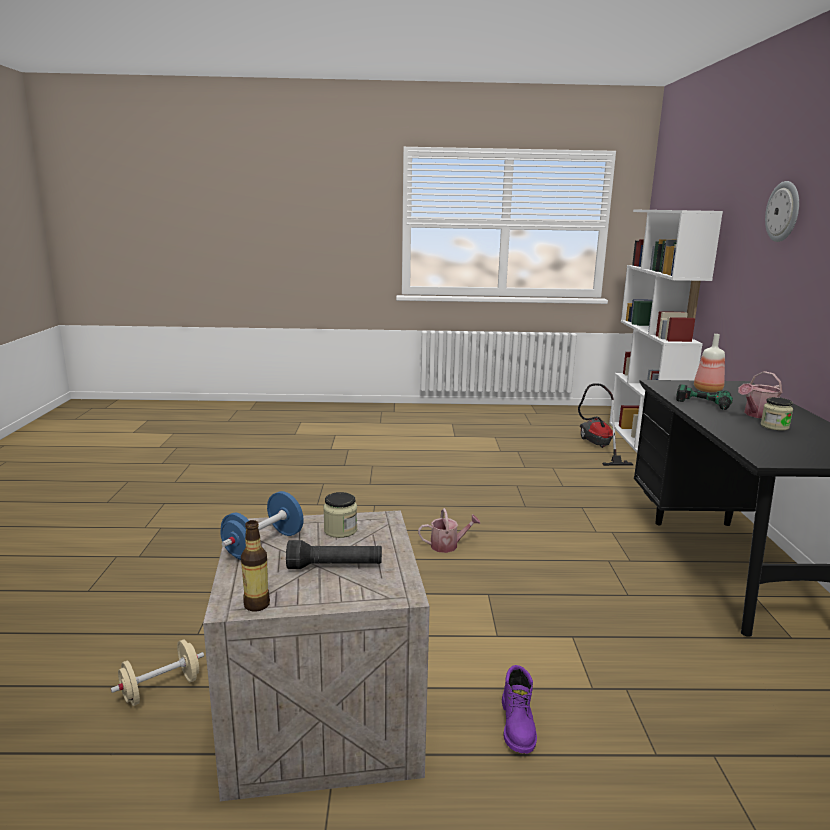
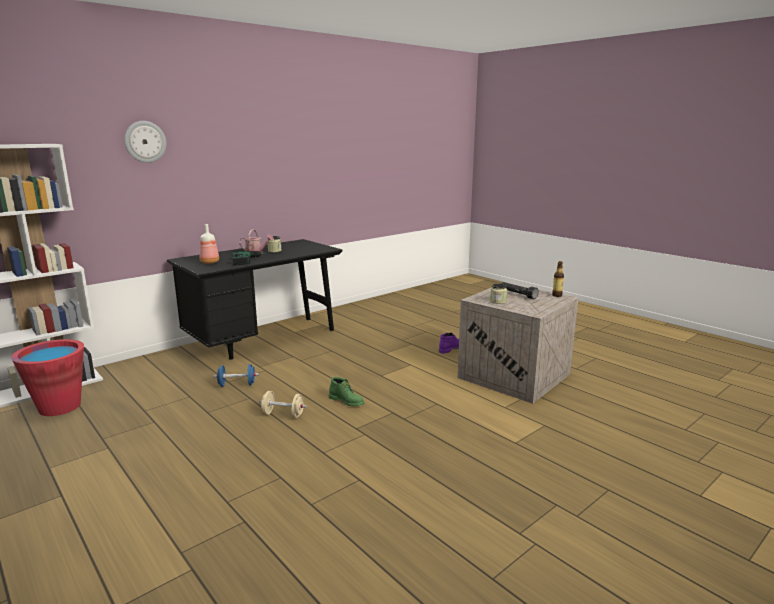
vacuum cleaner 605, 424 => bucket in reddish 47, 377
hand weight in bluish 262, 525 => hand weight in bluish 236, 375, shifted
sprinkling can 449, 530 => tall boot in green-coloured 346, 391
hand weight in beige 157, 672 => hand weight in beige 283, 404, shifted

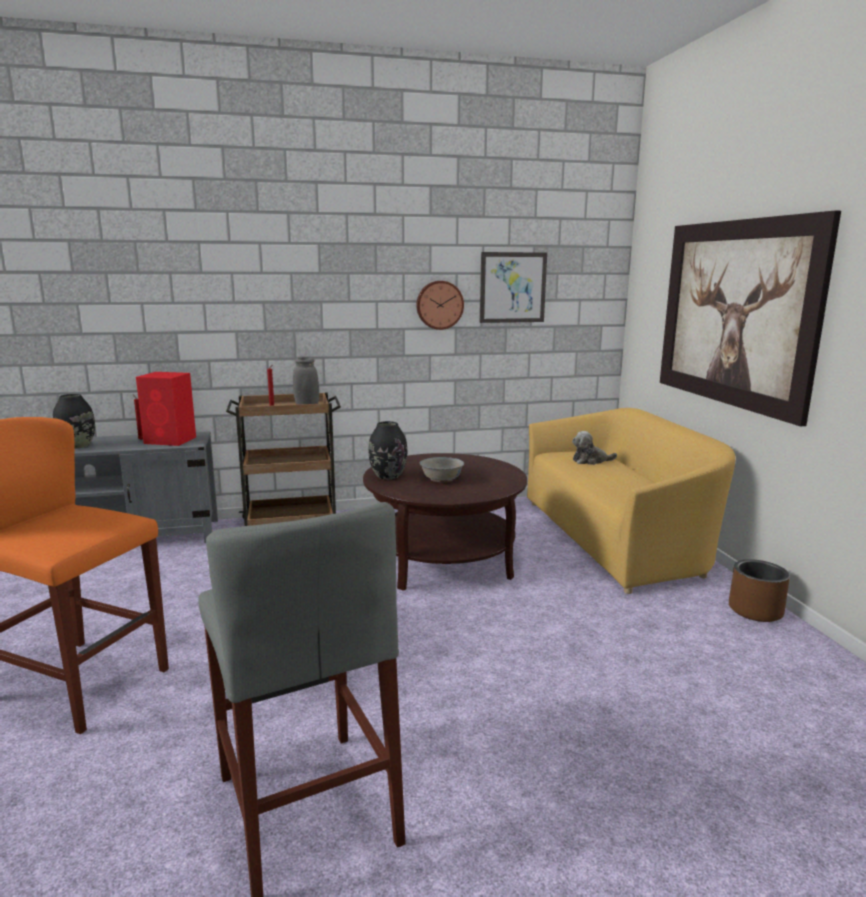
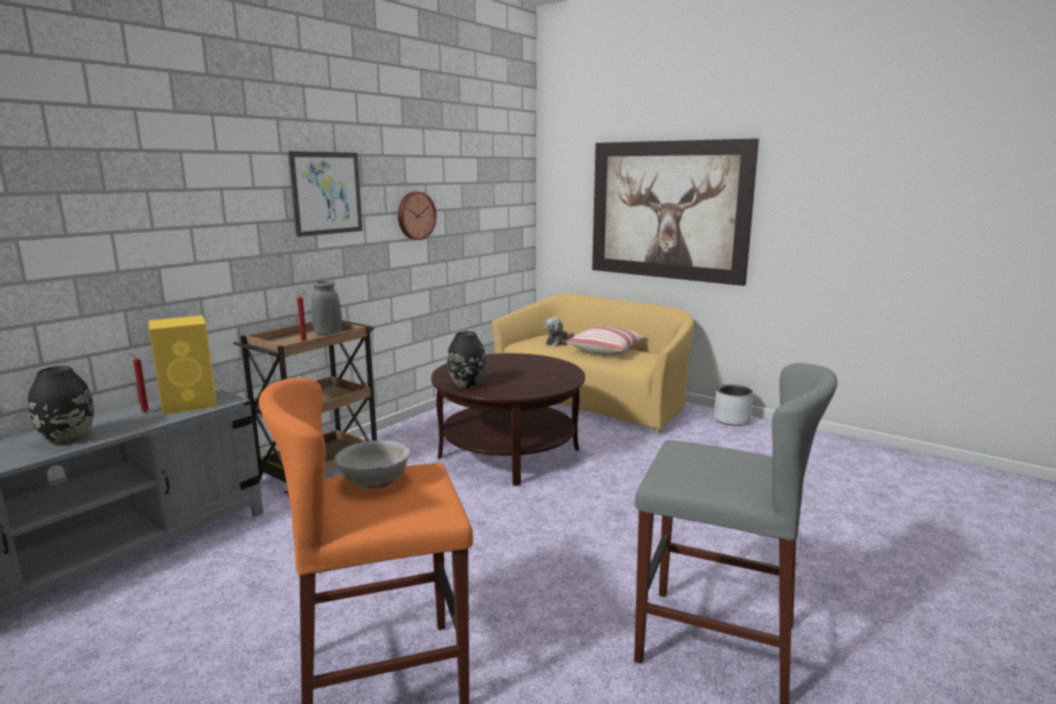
picture 513, 287 => picture 325, 194, shifted
audio speaker in reddish 166, 409 => audio speaker in yellow-coloured 182, 365
serving bowl in white-coloured 441, 470 => serving bowl in white-coloured 373, 464, shifted
flower pot in brown 759, 590 => flower pot in gray 733, 405
nothing => throw pillow 606, 340

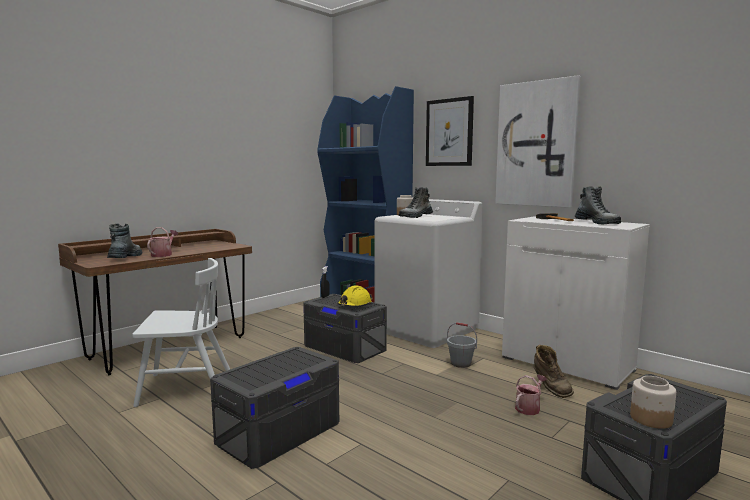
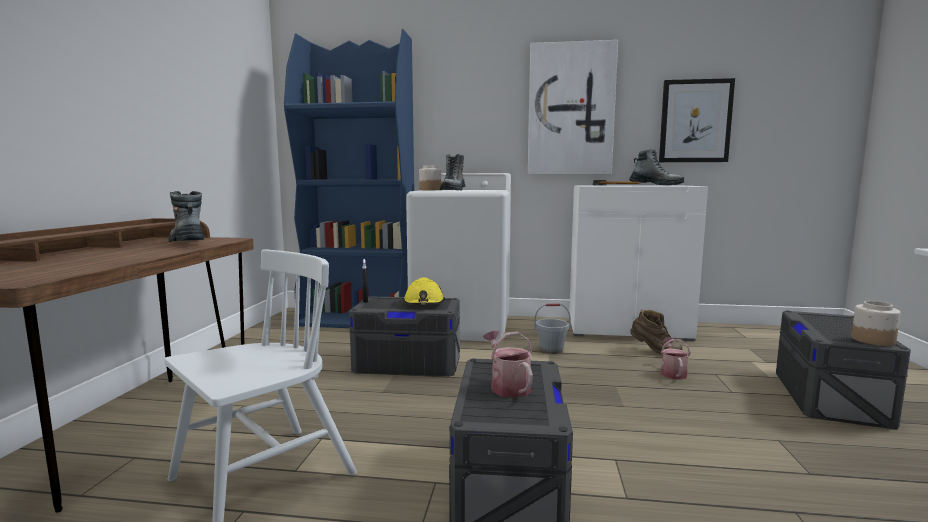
picture 450, 131 => picture 697, 120, shifted
tall boot 124, 240 => tall boot 186, 217, shifted
sprinkling can 162, 242 => sprinkling can 508, 364, shifted

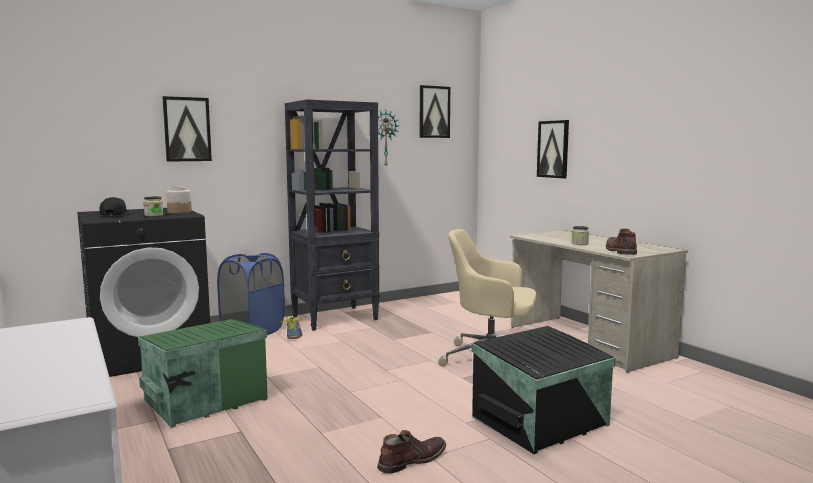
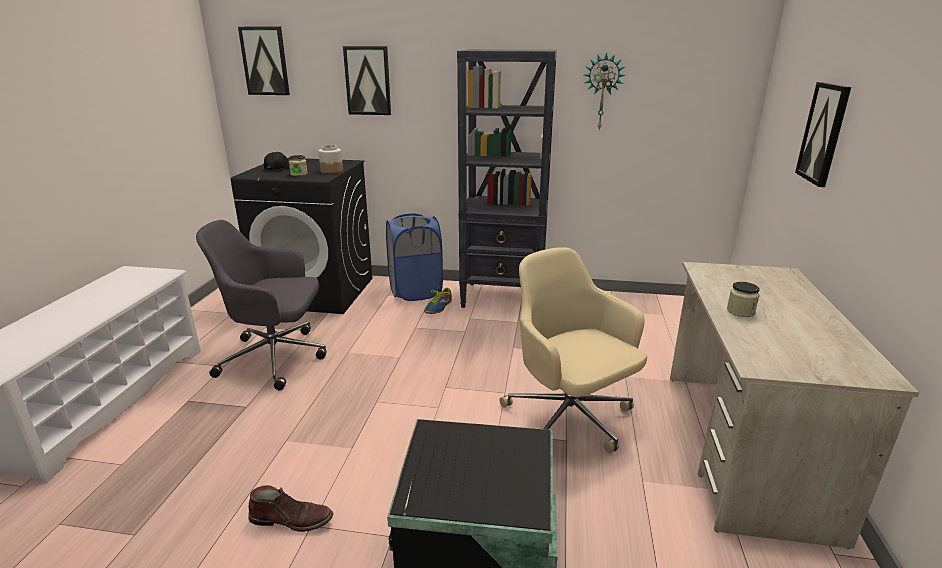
picture 435, 111 => picture 264, 61, shifted
tall boot in brown 621, 242 => nothing
storage container in green-coloured 203, 373 => computer chair in gray 261, 305

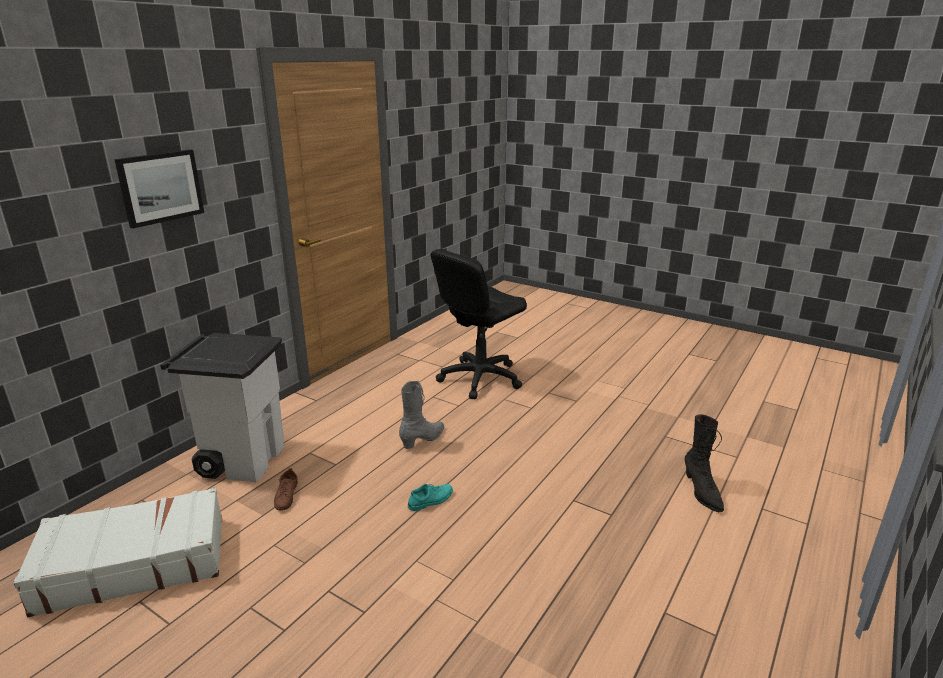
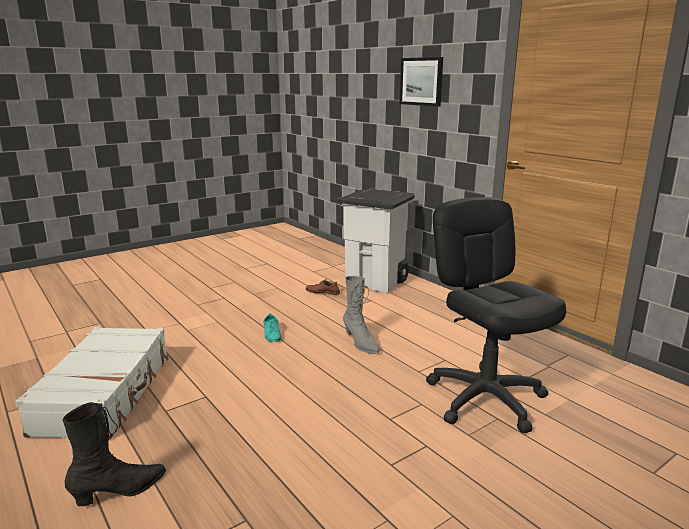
tall boot in black 704, 463 => tall boot in black 114, 454, 135 degrees clockwise
suitcase in white-coloured 117, 552 => suitcase in white-coloured 92, 383, shifted

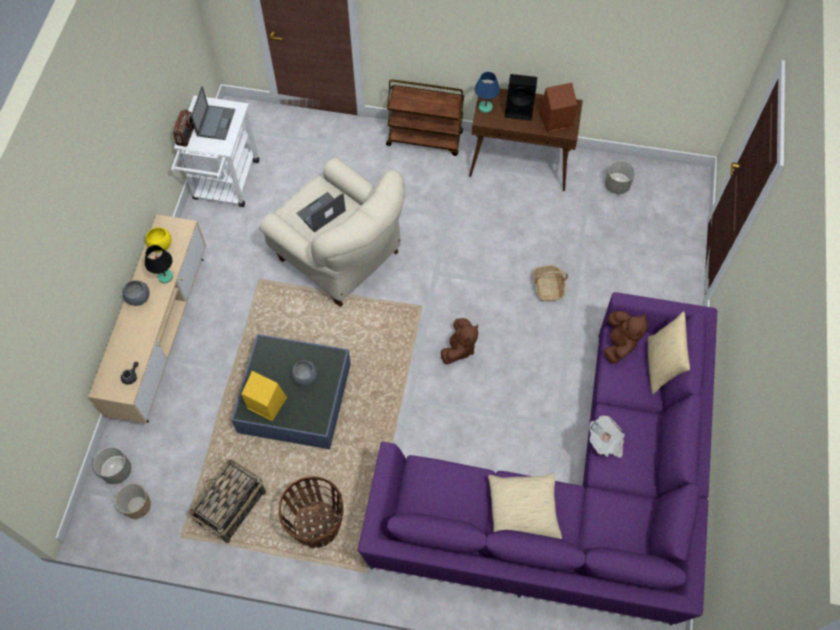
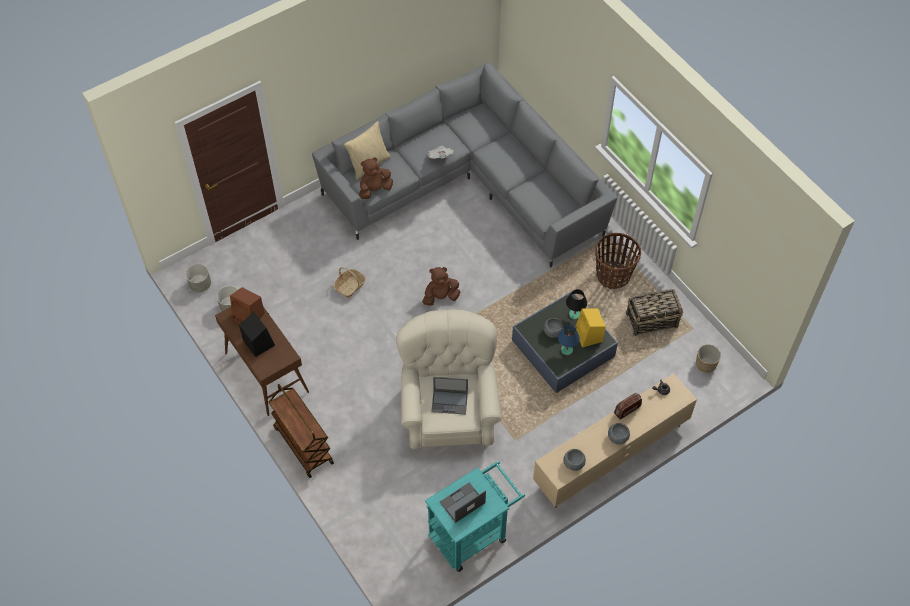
tabletop lamp in bluish 487, 92 => tabletop lamp in bluish 569, 340, shifted
trolley in white-coloured 215, 151 => trolley in turquoise-coloured 475, 516
radio set 183, 128 => radio set 628, 406, shifted
serving bowl in yellow-coloured 158, 239 => serving bowl in gray 574, 460
tabletop lamp in black 159, 264 => tabletop lamp in black 576, 304, shifted
settee in purple 537, 458 => settee in gray 464, 165
flower pot in gray 112, 465 => flower pot in gray 198, 278, shifted
throw pillow in beige 525, 506 => nothing

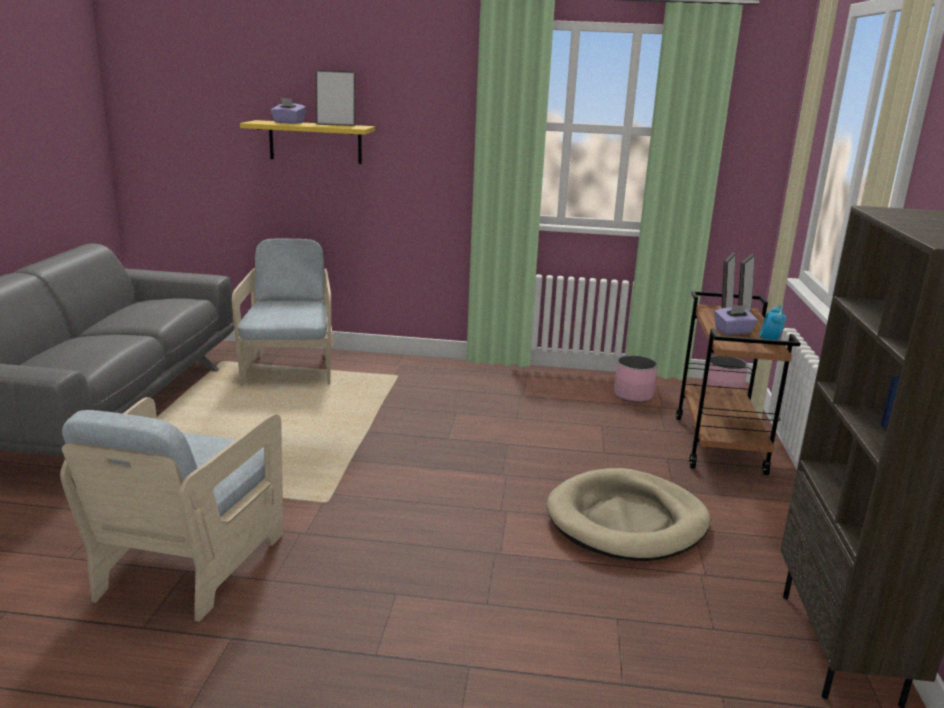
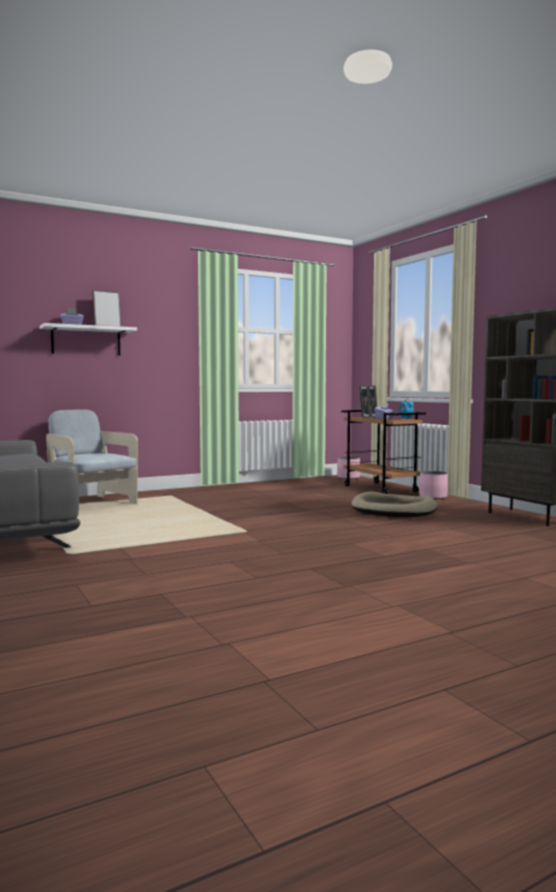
wall shelf in yellow-coloured 307, 142 => wall shelf in white-coloured 88, 339
flower pot in pink 635, 379 => flower pot in pink 433, 485, shifted
lounge chair in beige 171, 509 => nothing

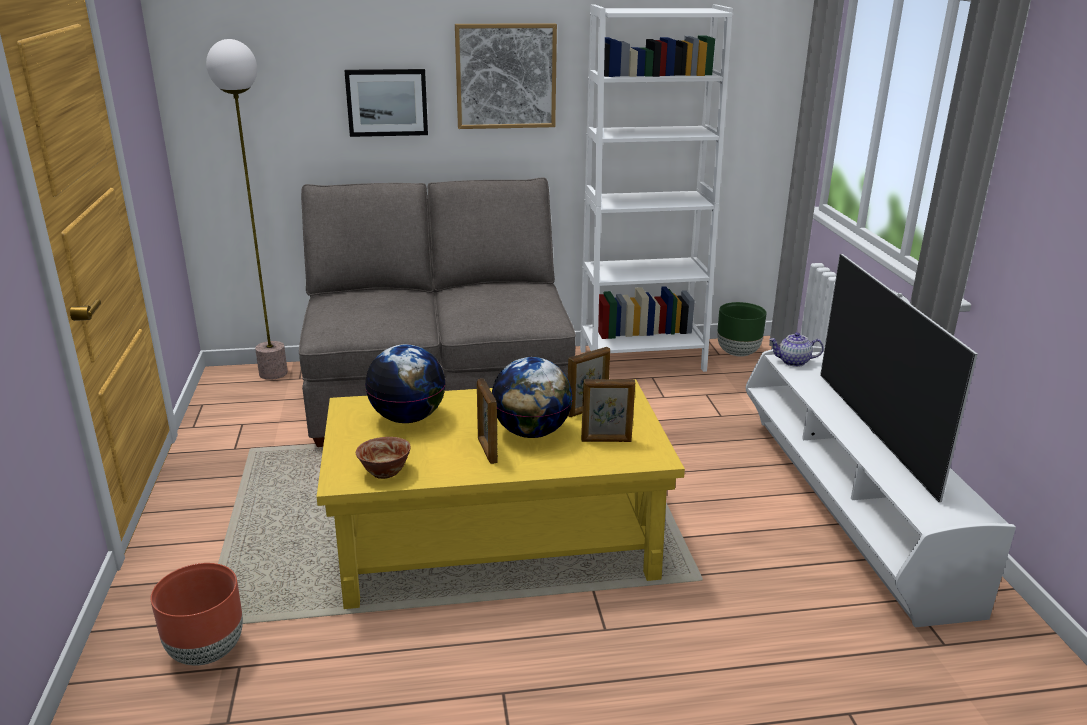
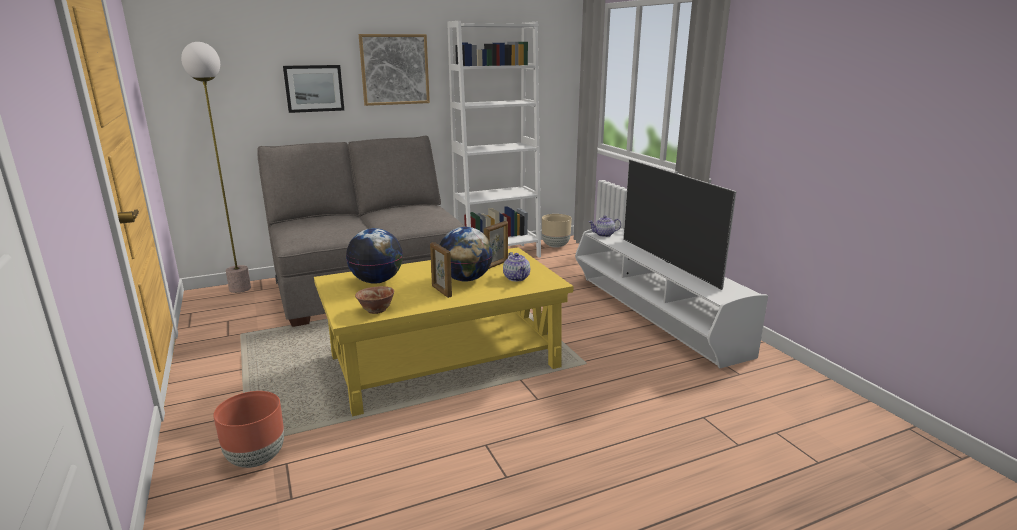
flower pot in green-coloured 742, 329 => flower pot in beige 557, 231
photo frame 608, 410 => pot for tea 516, 267

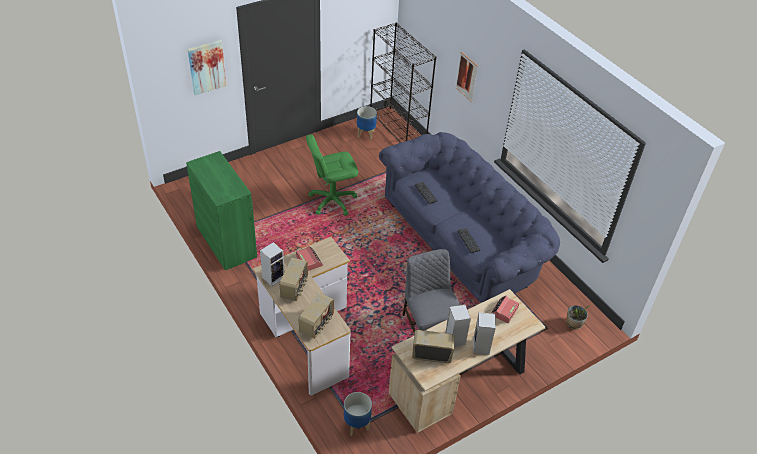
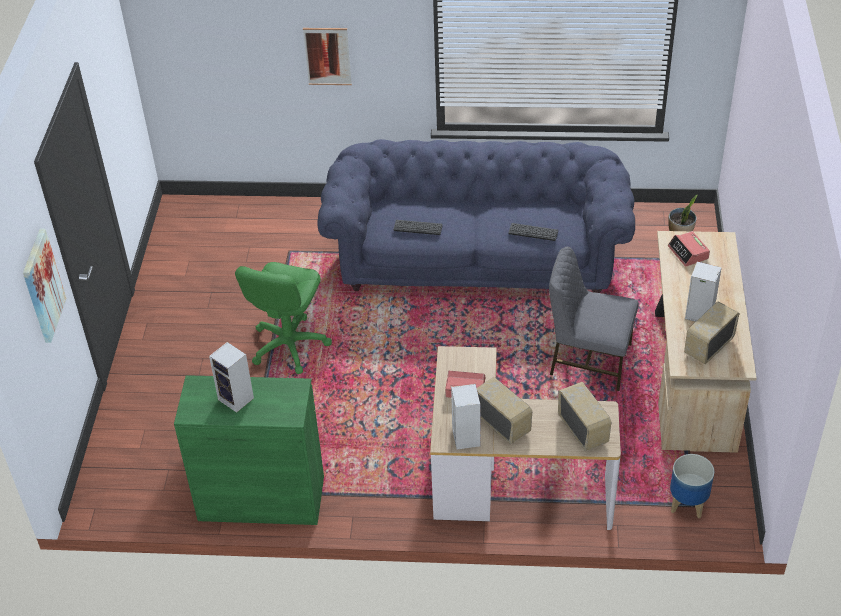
bookshelf in black 403, 83 => nothing
flower pot 367, 122 => nothing
audio speaker 484, 333 => audio speaker 231, 377, shifted

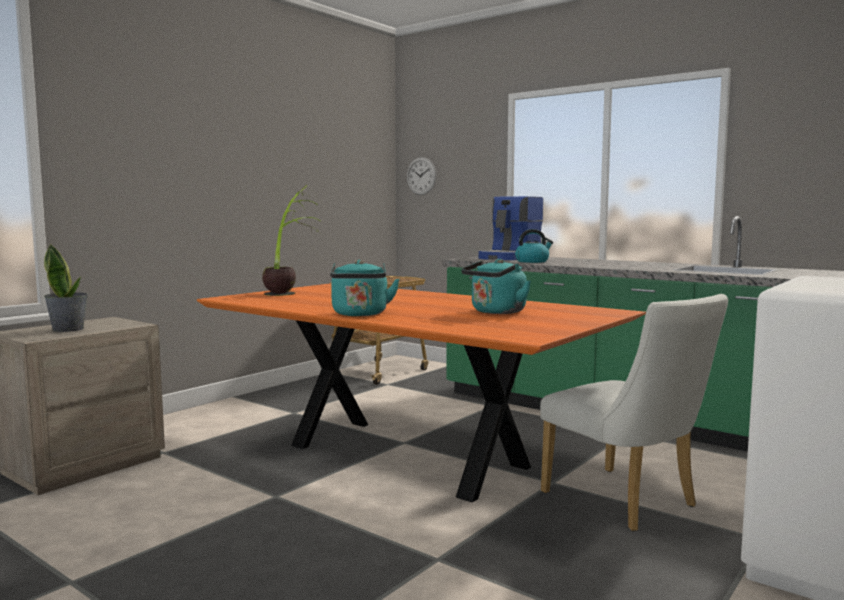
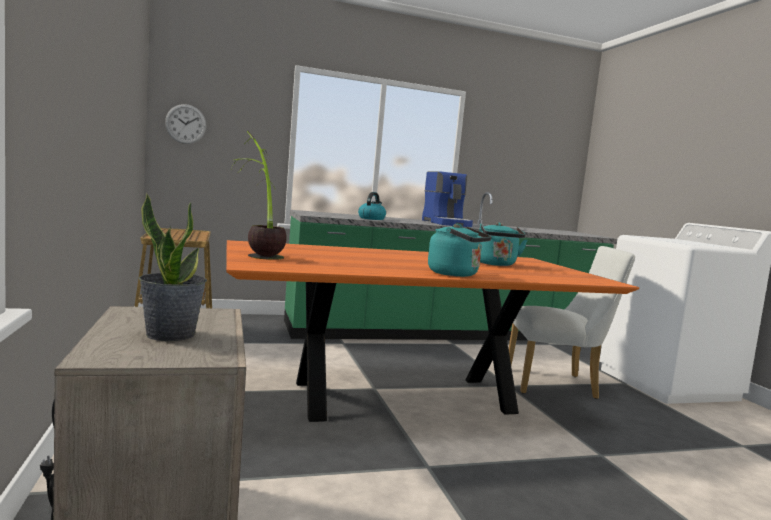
coffee machine 511, 228 => coffee machine 447, 199, shifted

